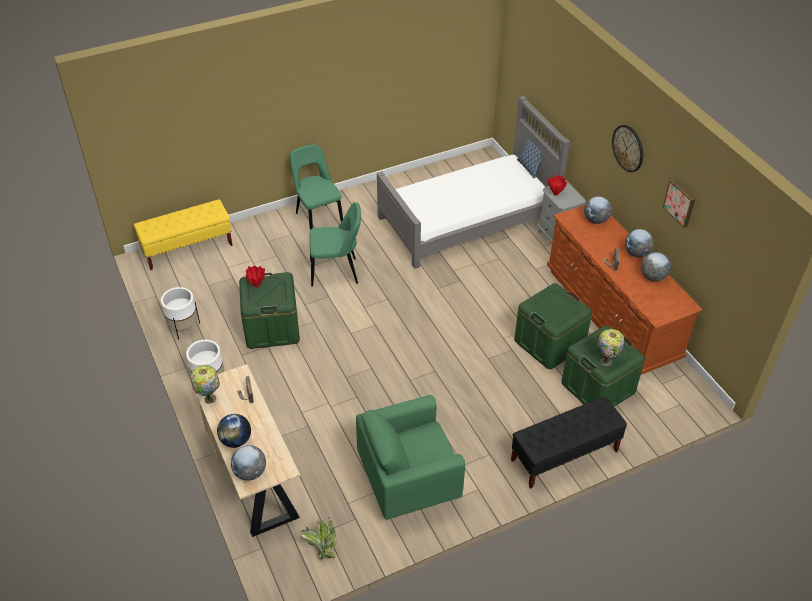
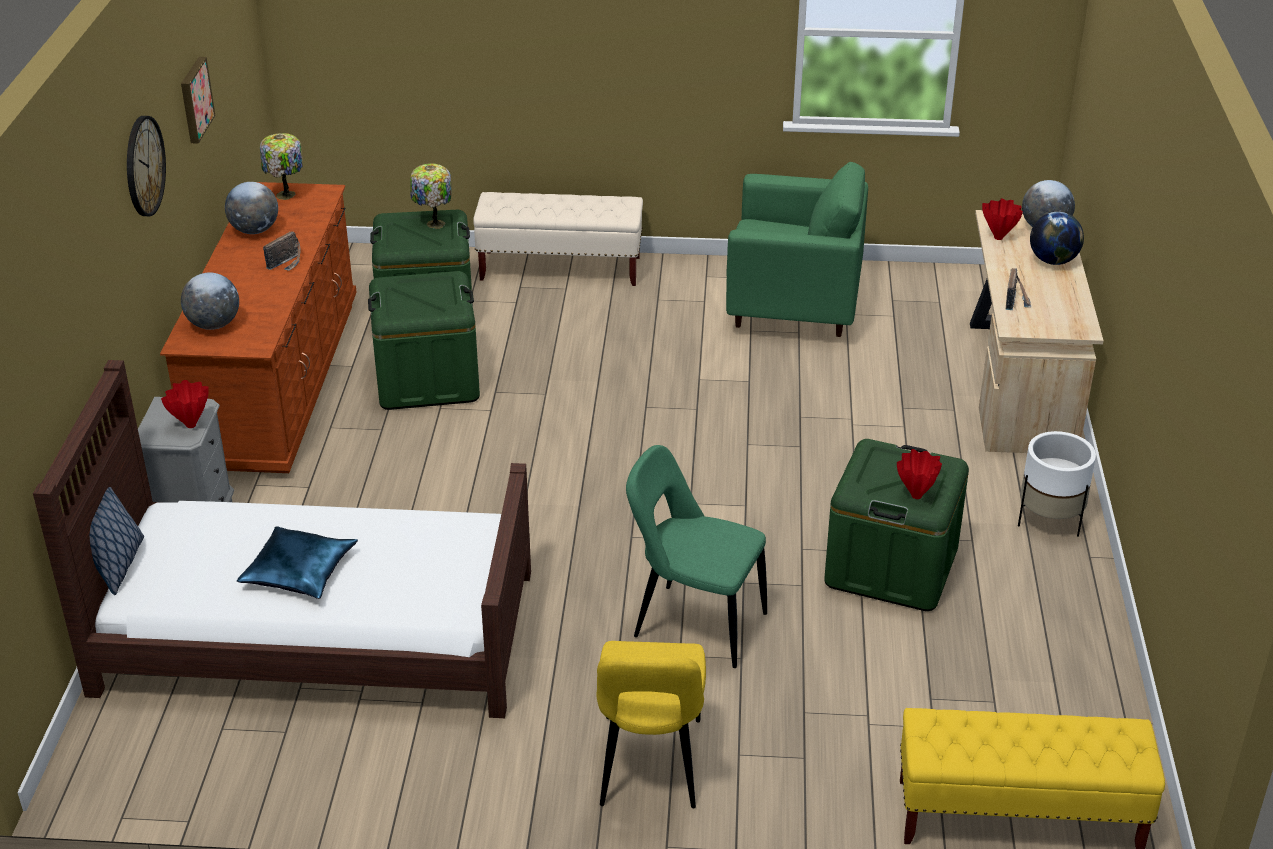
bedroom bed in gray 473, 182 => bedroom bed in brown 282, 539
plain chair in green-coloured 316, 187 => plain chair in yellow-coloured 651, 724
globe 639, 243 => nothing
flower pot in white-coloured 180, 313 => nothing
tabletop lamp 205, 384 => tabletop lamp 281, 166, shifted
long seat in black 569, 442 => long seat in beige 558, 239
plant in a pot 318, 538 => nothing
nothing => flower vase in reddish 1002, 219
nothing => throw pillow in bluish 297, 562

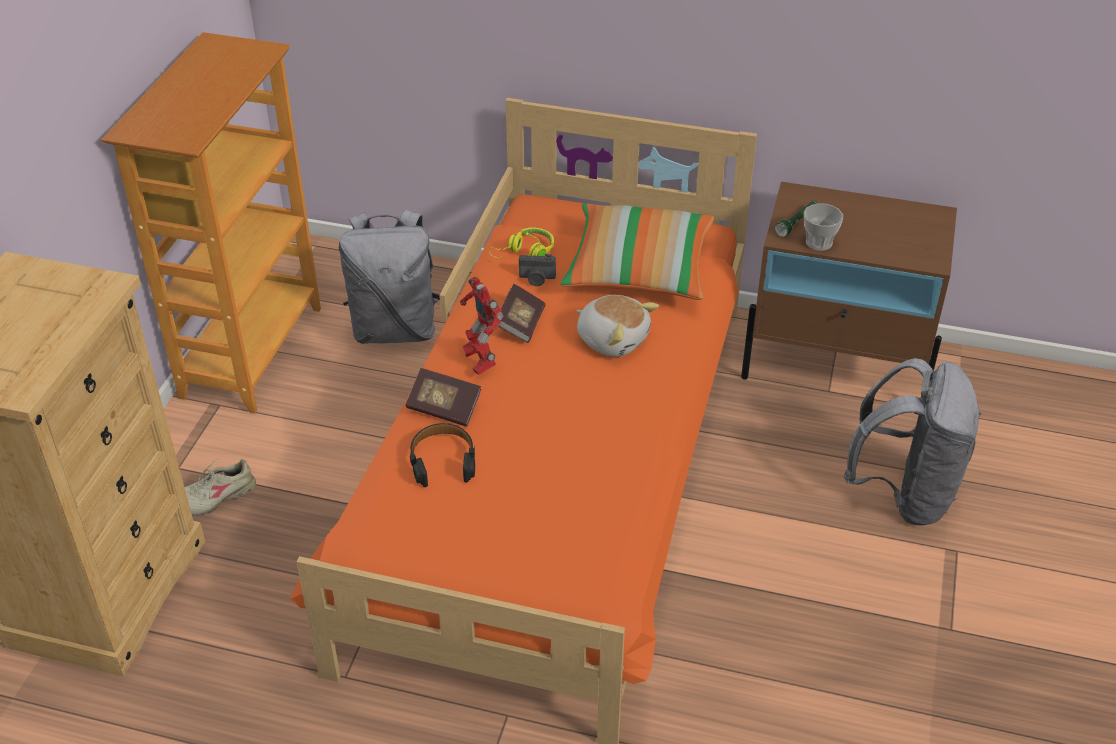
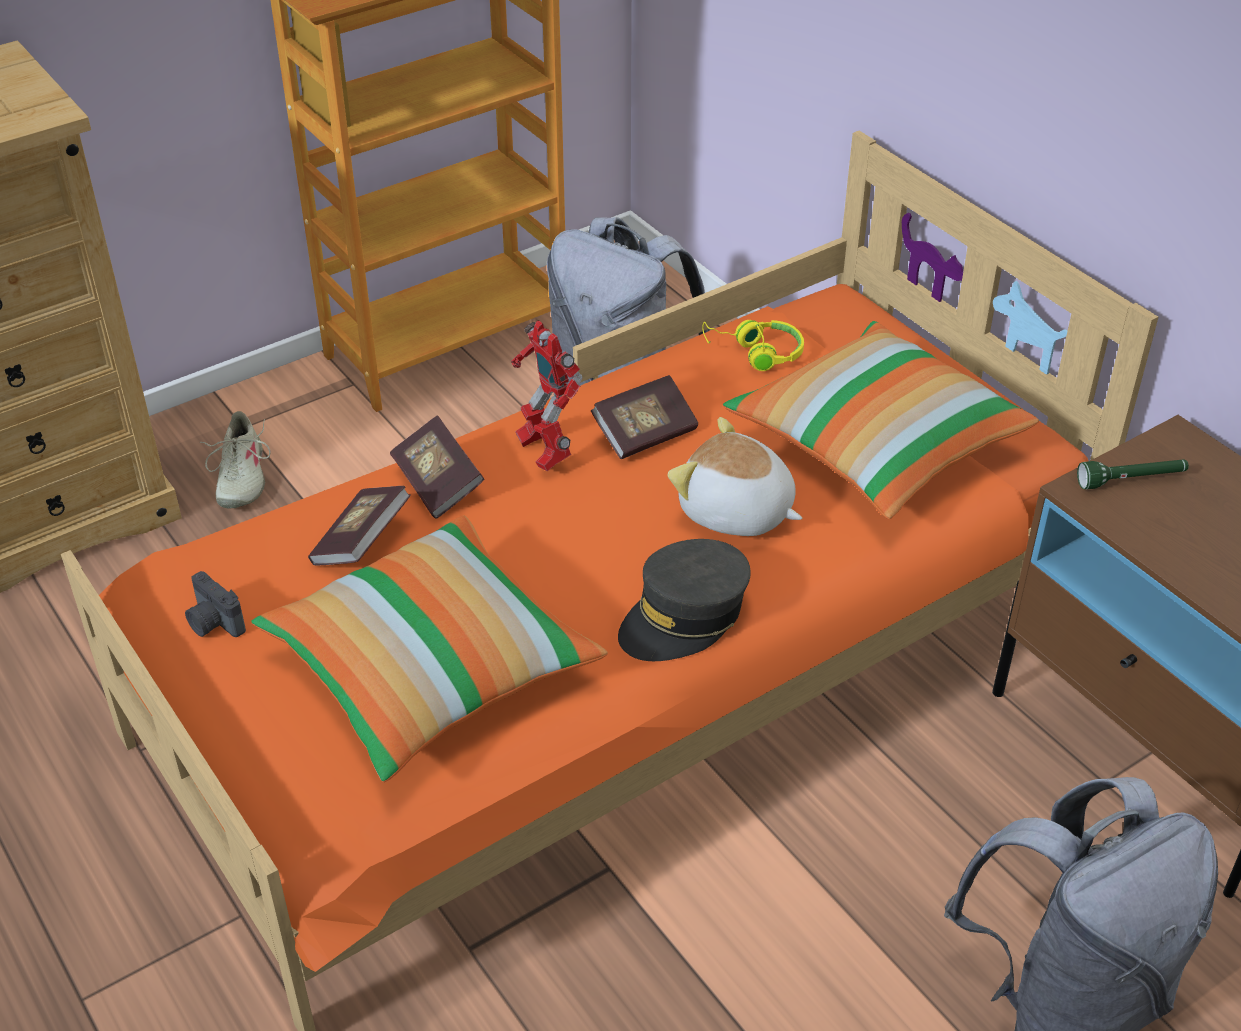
drinking cup 823, 227 => nothing
still camera 537, 270 => still camera 215, 604, shifted
model robot 481, 326 => model robot 547, 395, 45 degrees counterclockwise
soft toy 618, 326 => soft toy 735, 476, 135 degrees clockwise
pair of headphones in black 442, 455 => bound book 359, 525
low shoe in beige 220, 487 => low shoe in beige 235, 459, 105 degrees counterclockwise
nothing => throw pillow 429, 648
nothing => cap in gray 684, 600

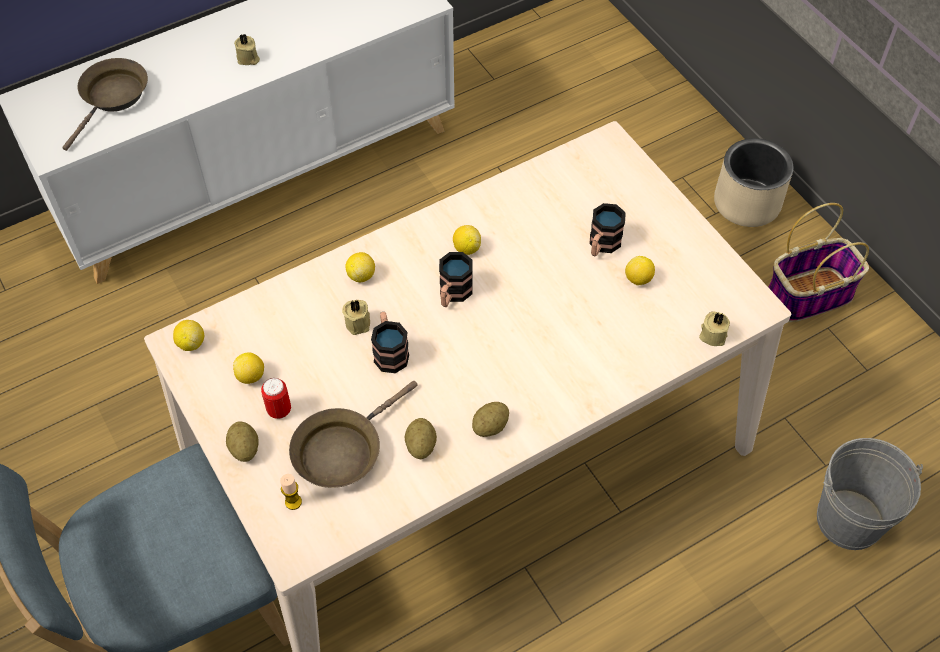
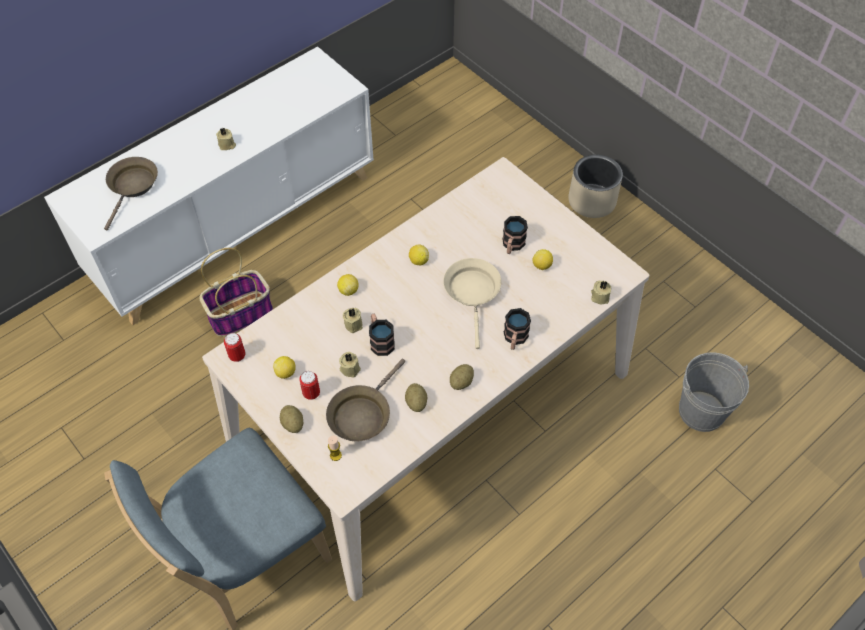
storage basket 818, 262 => storage basket 236, 292, shifted
coffee mug 456, 279 => coffee mug 517, 329, shifted
citrus fruit 188, 335 => metal can 235, 347
nothing => frying pan in beige 472, 303
nothing => candle in beige 350, 364

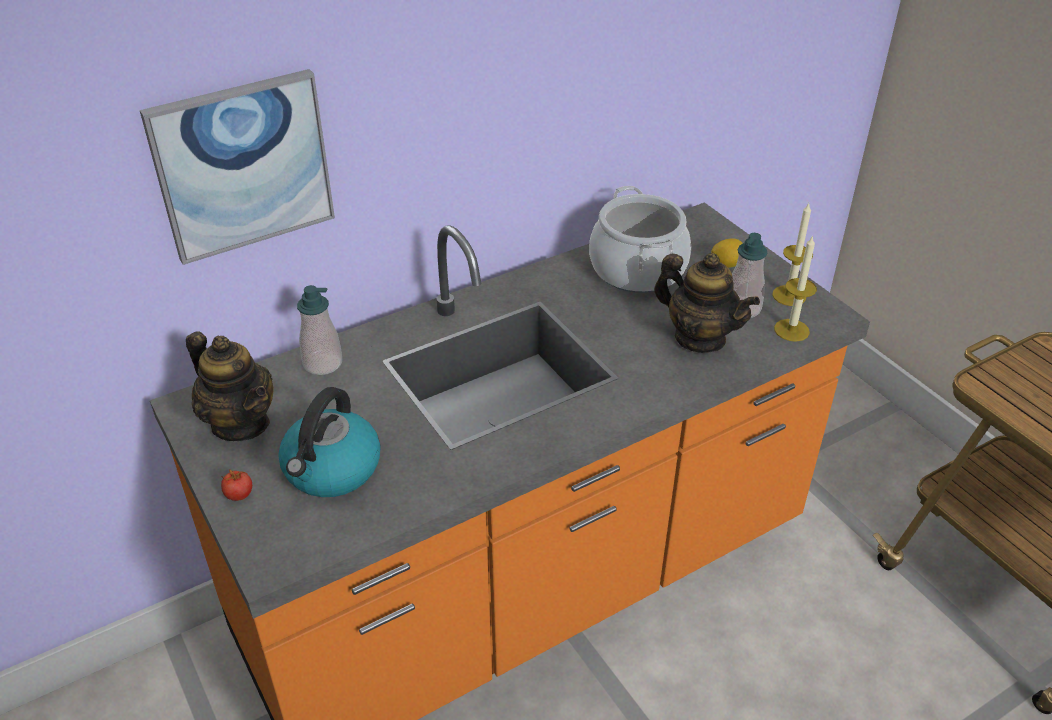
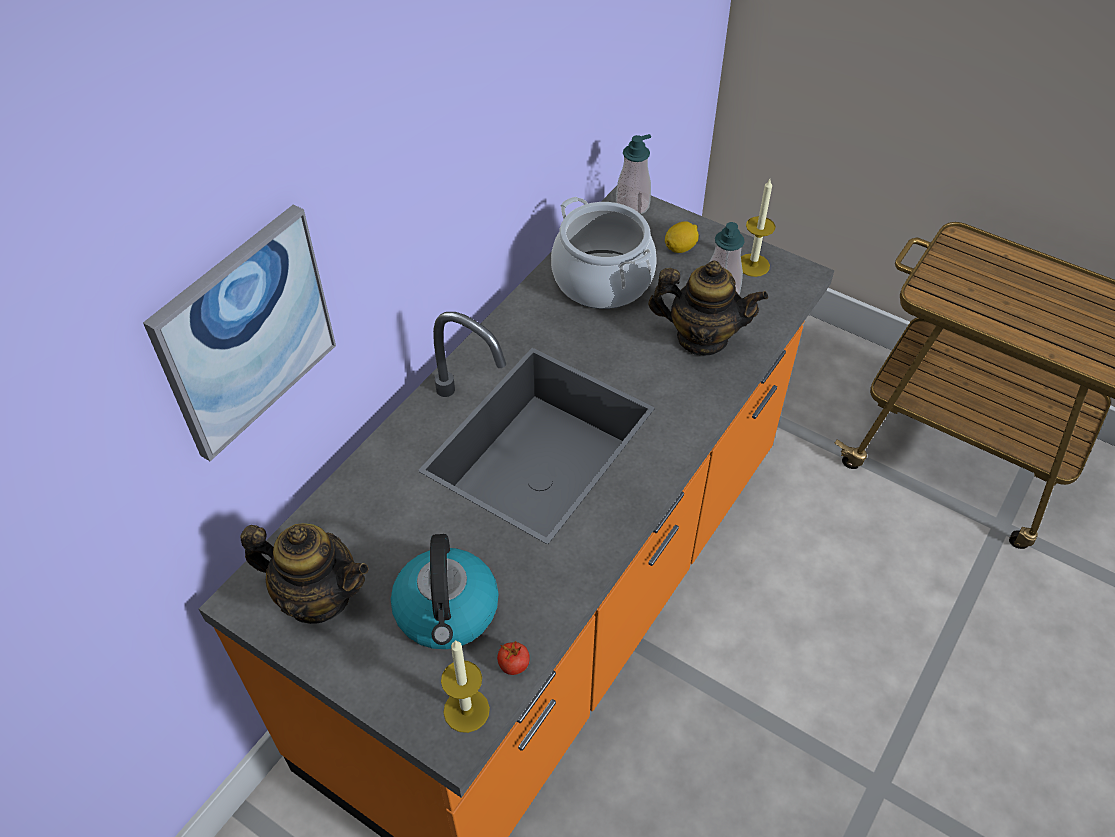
candle 795, 288 => candle 465, 686, shifted
soap dispenser 319, 330 => soap dispenser 633, 174, shifted
fresh tomato 236, 485 => fresh tomato 513, 658, shifted

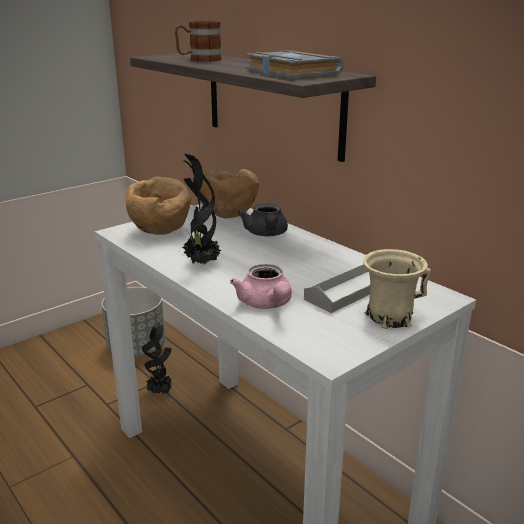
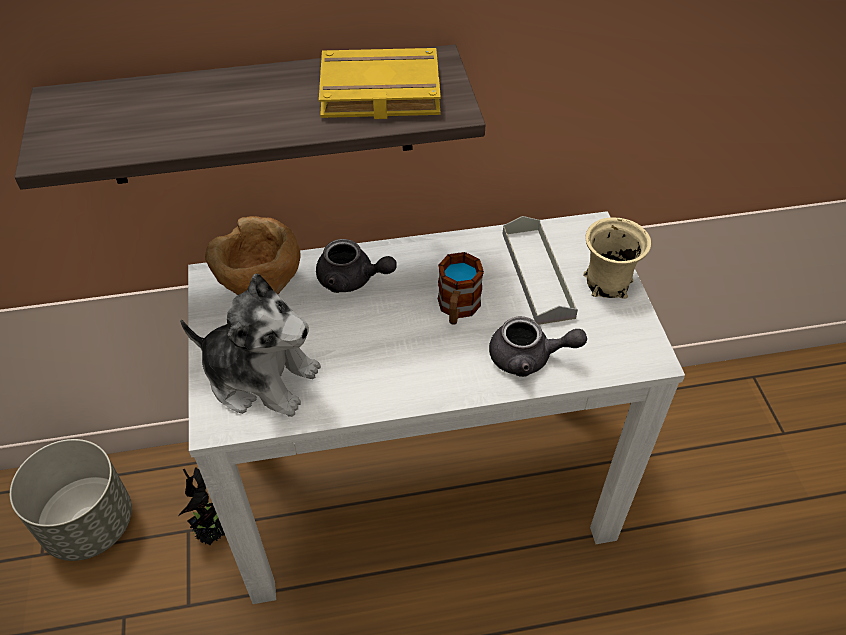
coffee mug 198, 41 => coffee mug 461, 288, shifted
bound book in gray 294, 64 => bound book in yellow-coloured 380, 83
plant in a pot 200, 209 => nothing
serving bowl in brown 158, 205 => soft toy 250, 345
pot for tea in pink 261, 286 => pot for tea in gray 538, 347

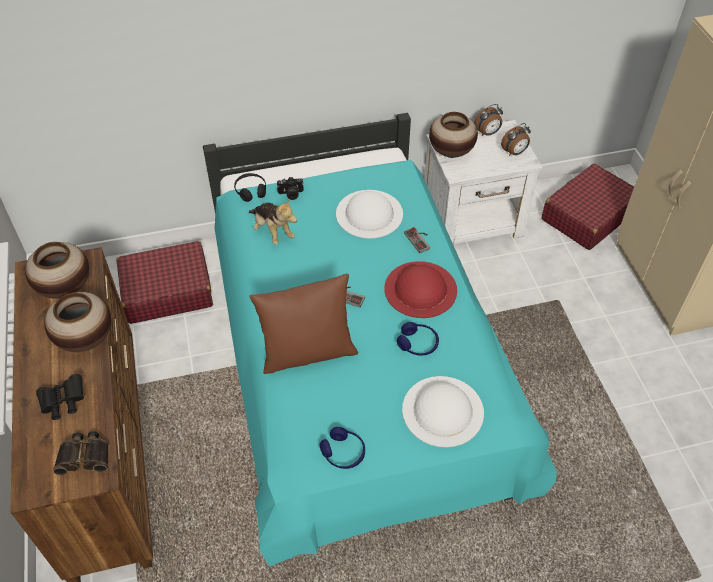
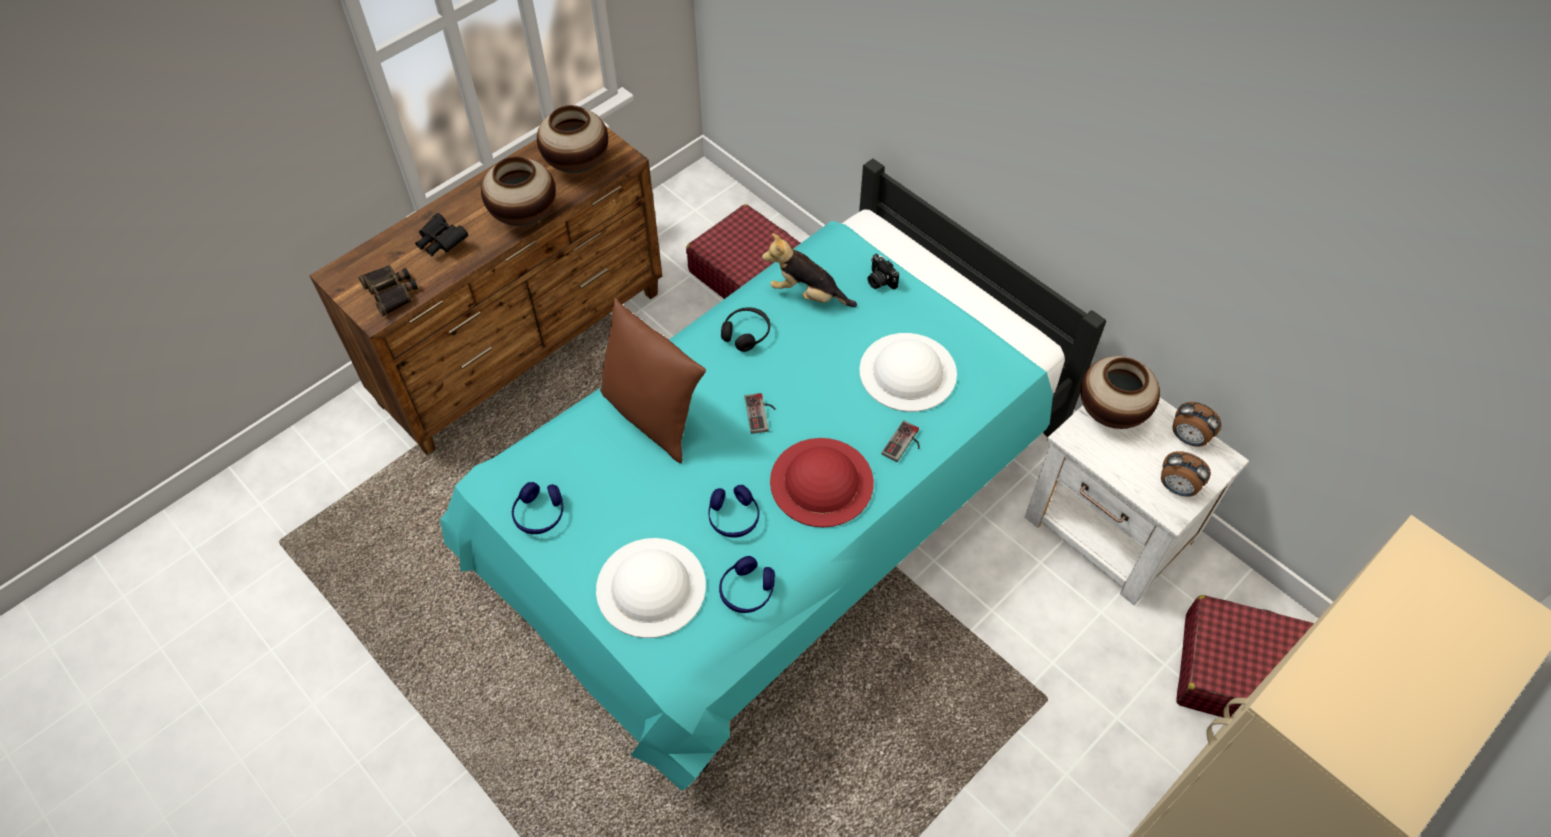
pair of headphones in black 250, 187 => pair of headphones in black 745, 329, shifted
soft toy 273, 222 => soft toy 809, 270, 90 degrees clockwise
nothing => pair of headphones in bluish 747, 584

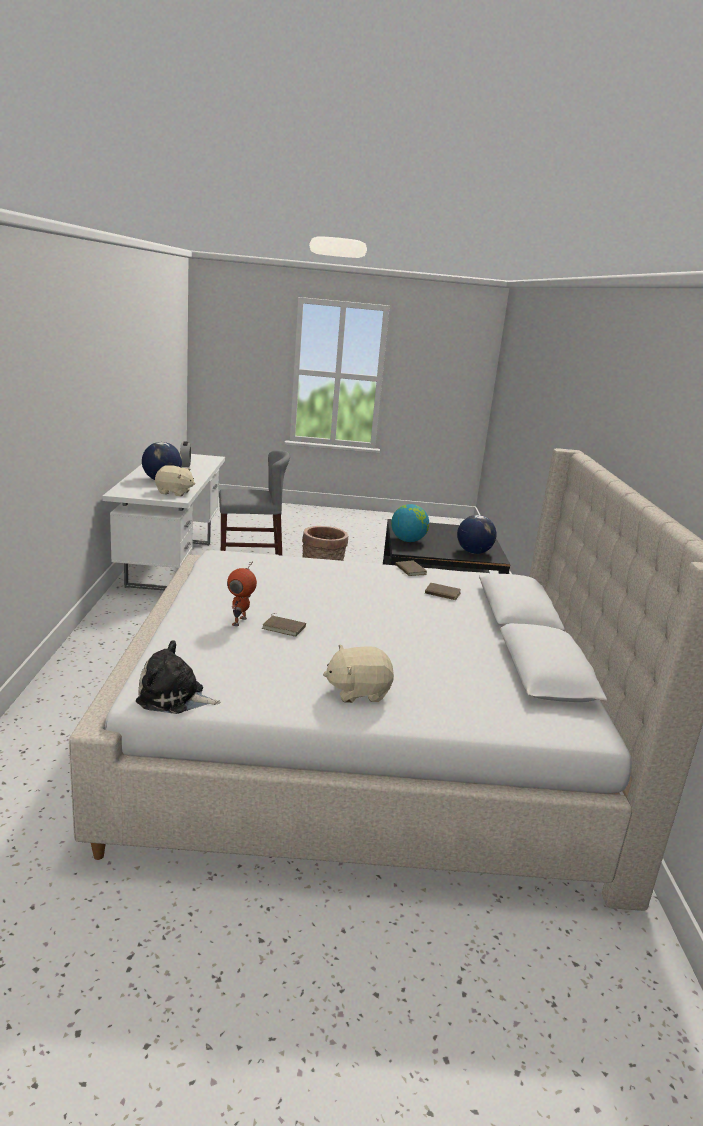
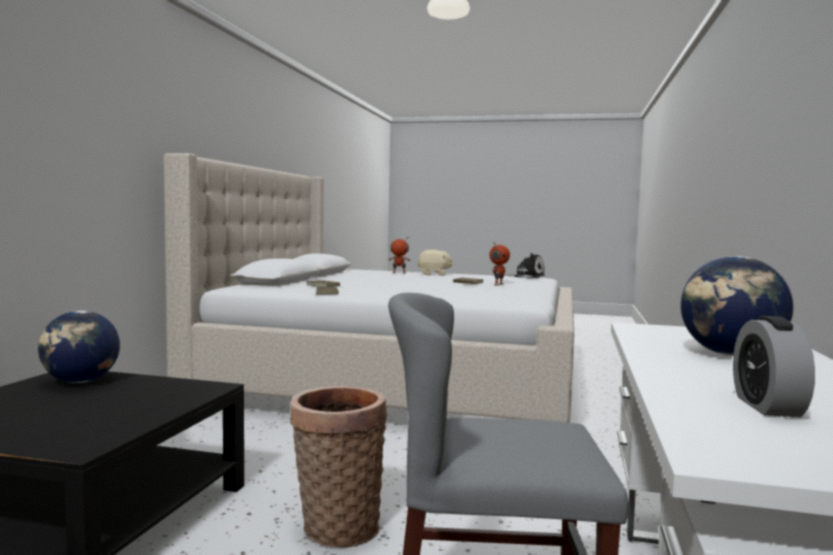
soft toy in beige 175, 480 => nothing
globe 410, 523 => nothing
nothing => model robot 399, 255

